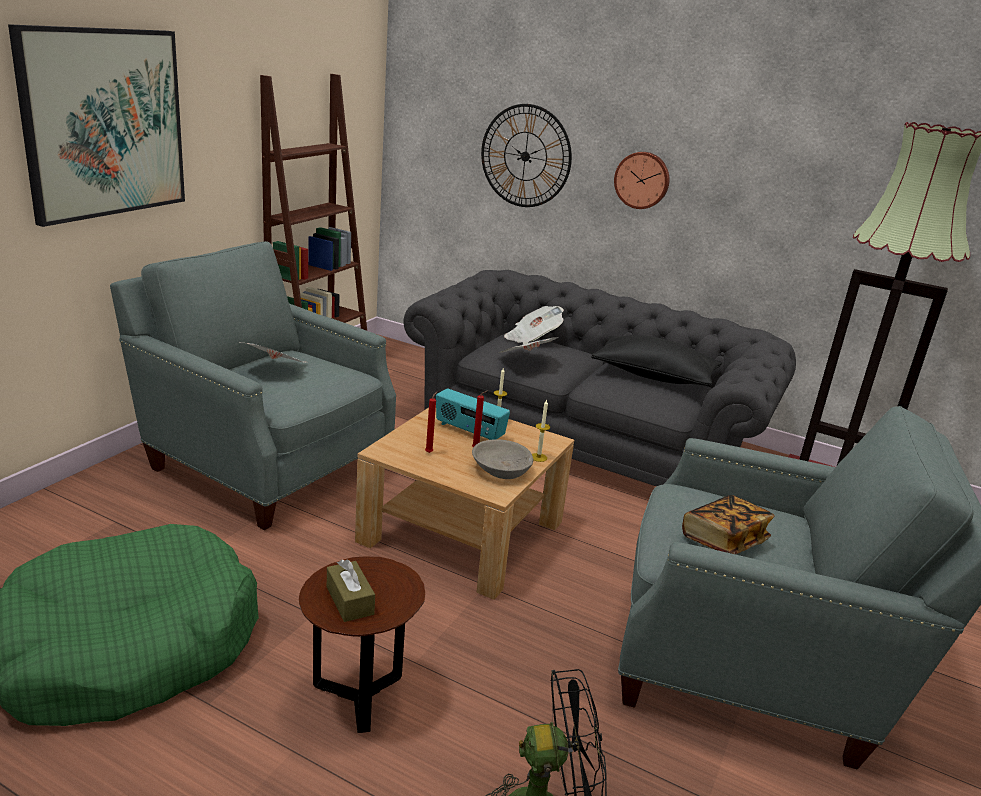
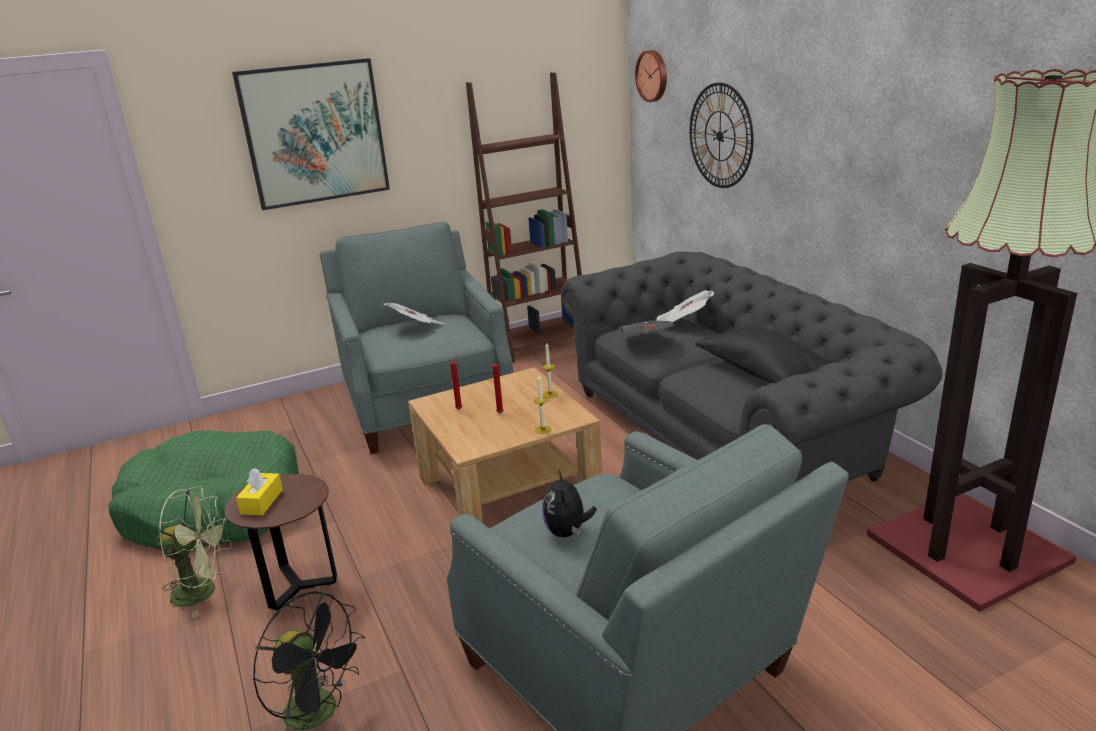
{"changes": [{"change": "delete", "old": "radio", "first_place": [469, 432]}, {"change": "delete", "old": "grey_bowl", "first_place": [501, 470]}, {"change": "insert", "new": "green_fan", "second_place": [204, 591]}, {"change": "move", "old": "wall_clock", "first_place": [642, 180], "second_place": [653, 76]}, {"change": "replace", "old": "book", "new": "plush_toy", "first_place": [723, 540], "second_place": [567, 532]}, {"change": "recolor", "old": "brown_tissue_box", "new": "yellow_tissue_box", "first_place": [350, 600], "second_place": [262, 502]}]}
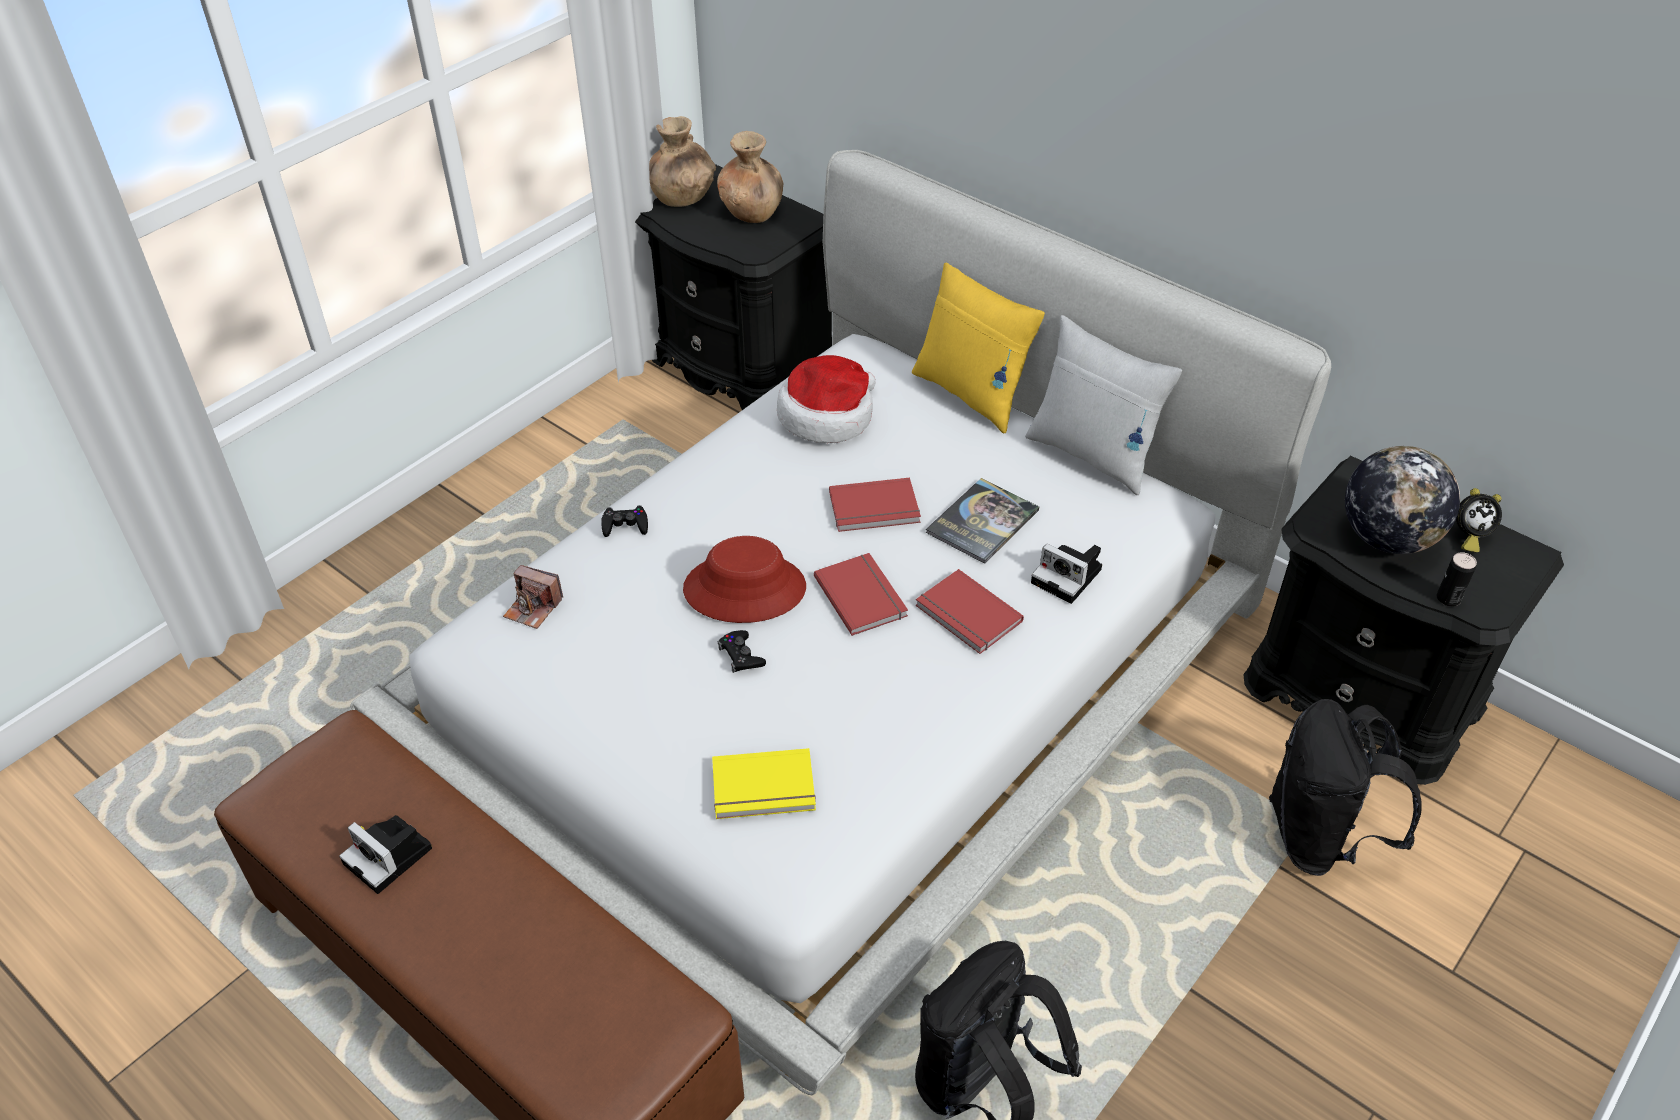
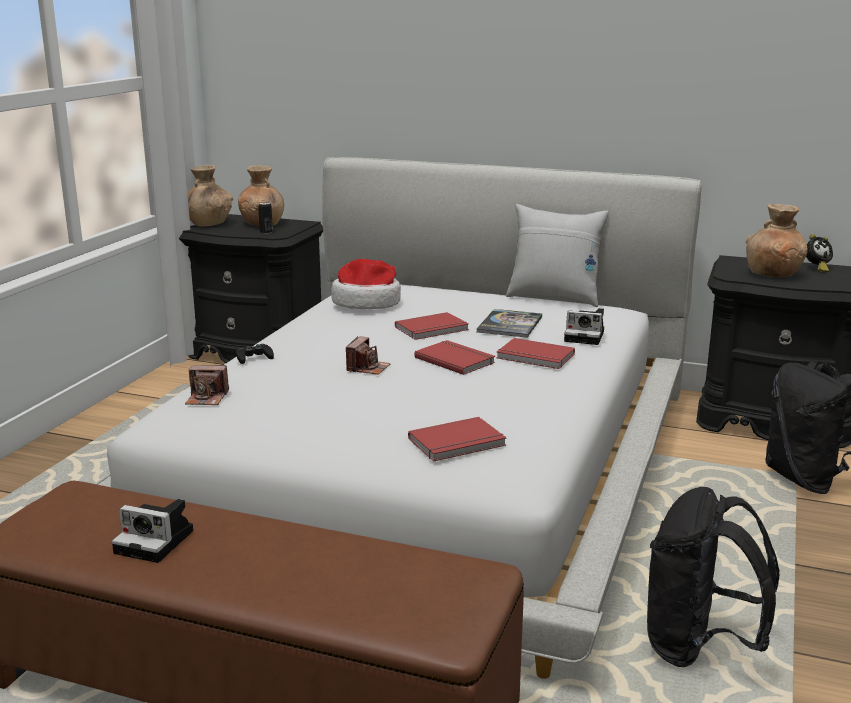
{"changes": [{"change": "delete", "old": "black_game_controller", "first_place": [741, 656]}, {"change": "delete", "old": "yellow_pillow", "first_place": [970, 395]}, {"change": "move", "old": "can", "first_place": [1448, 598], "second_place": [266, 232]}, {"change": "replace", "old": "red_hat", "new": "photo_camera", "first_place": [745, 588], "second_place": [367, 368]}, {"change": "replace", "old": "globe", "new": "brown_vase", "first_place": [1387, 538], "second_place": [773, 274]}, {"change": "recolor", "old": "yellow_book", "new": "red_book", "first_place": [764, 789], "second_place": [458, 443]}]}
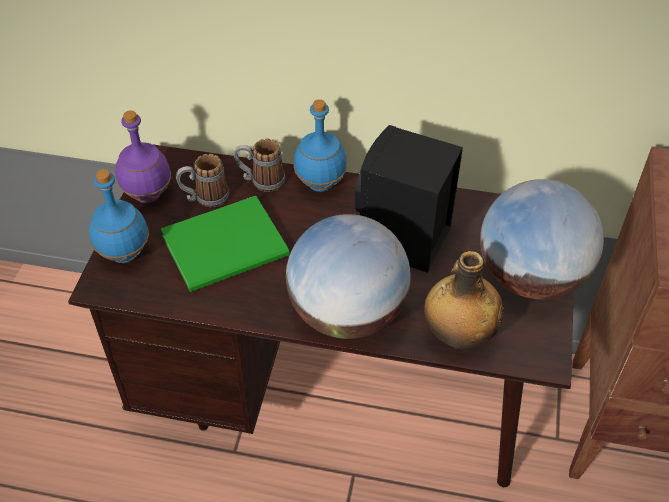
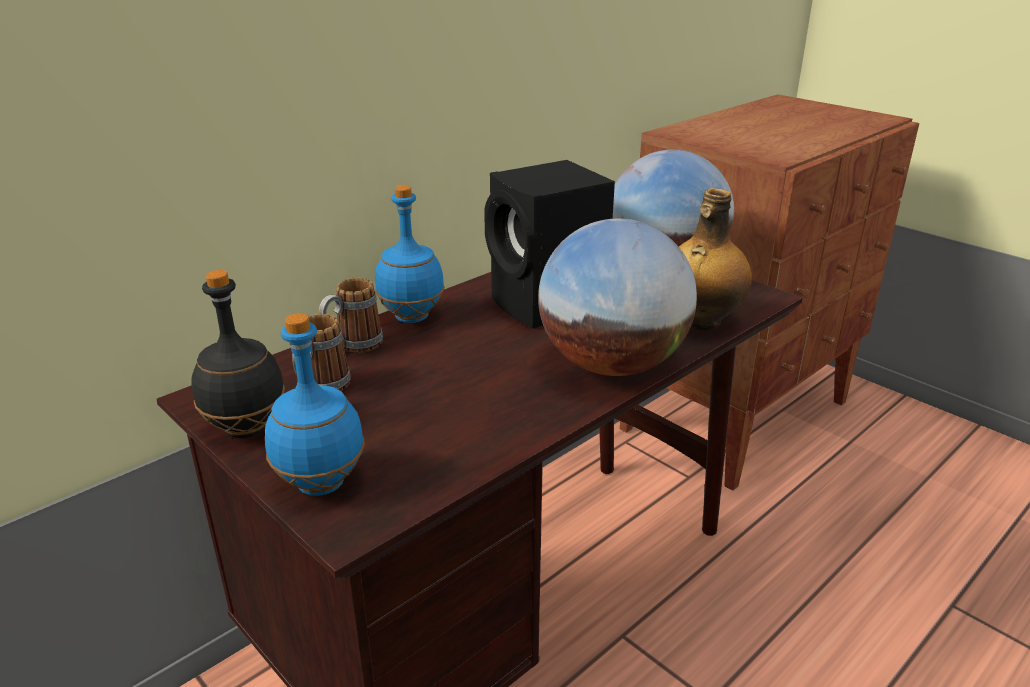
{"changes": [{"change": "delete", "old": "green_book", "first_place": [229, 247]}, {"change": "recolor", "old": "purple_bottle", "new": "black_bottle", "first_place": [148, 195], "second_place": [247, 429]}]}
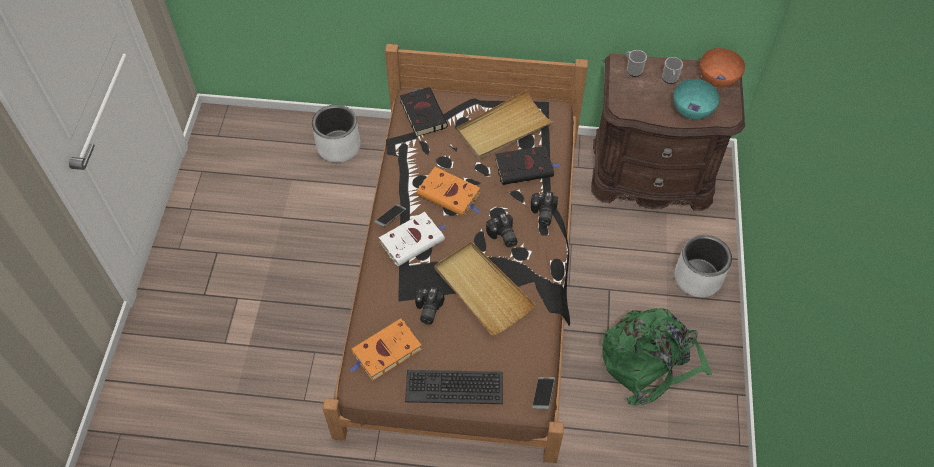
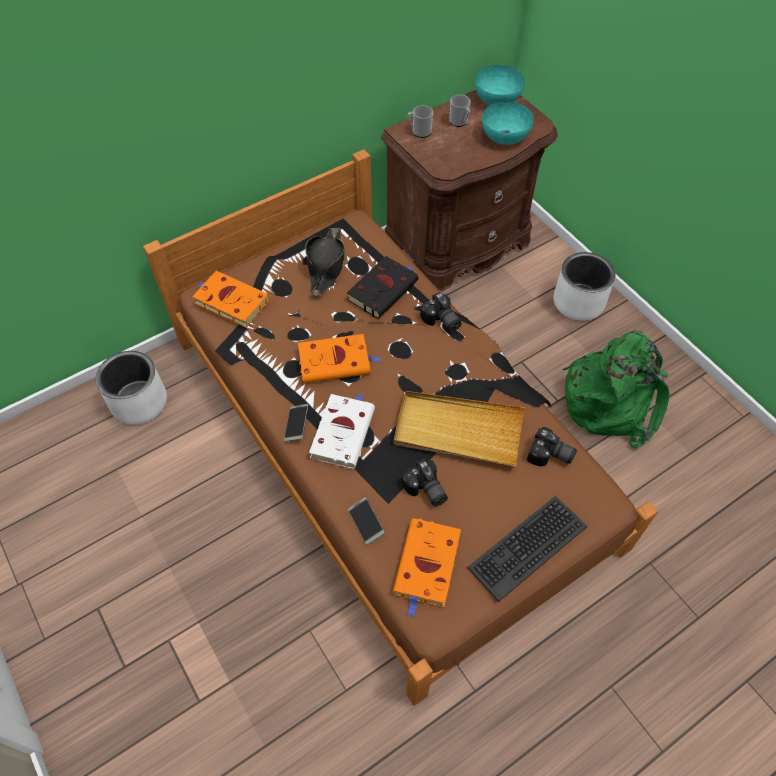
{"changes": [{"change": "move", "old": "photo_camera", "first_place": [502, 236], "second_place": [550, 456]}, {"change": "move", "old": "phone", "first_place": [543, 394], "second_place": [366, 522]}, {"change": "replace", "old": "beige_tray", "new": "black_hat", "first_place": [504, 128], "second_place": [326, 266]}, {"change": "recolor", "old": "black_book", "new": "orange_book", "first_place": [422, 113], "second_place": [230, 301]}, {"change": "recolor", "old": "orange_bowl", "new": "turquoise_bowl", "first_place": [718, 77], "second_place": [497, 98]}]}
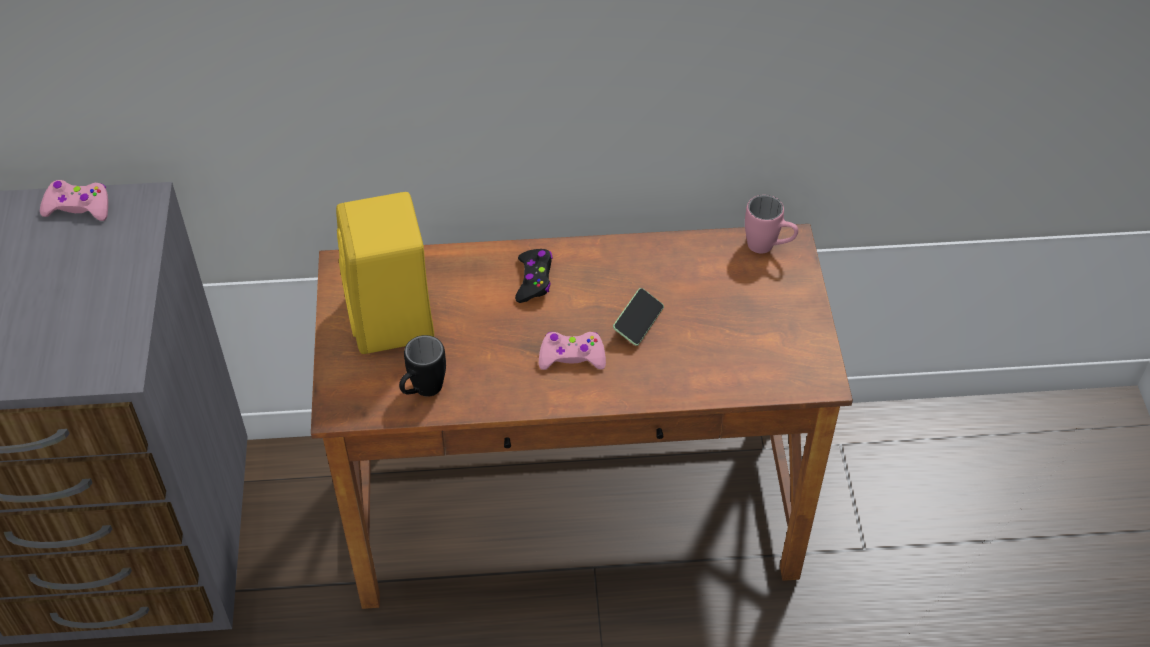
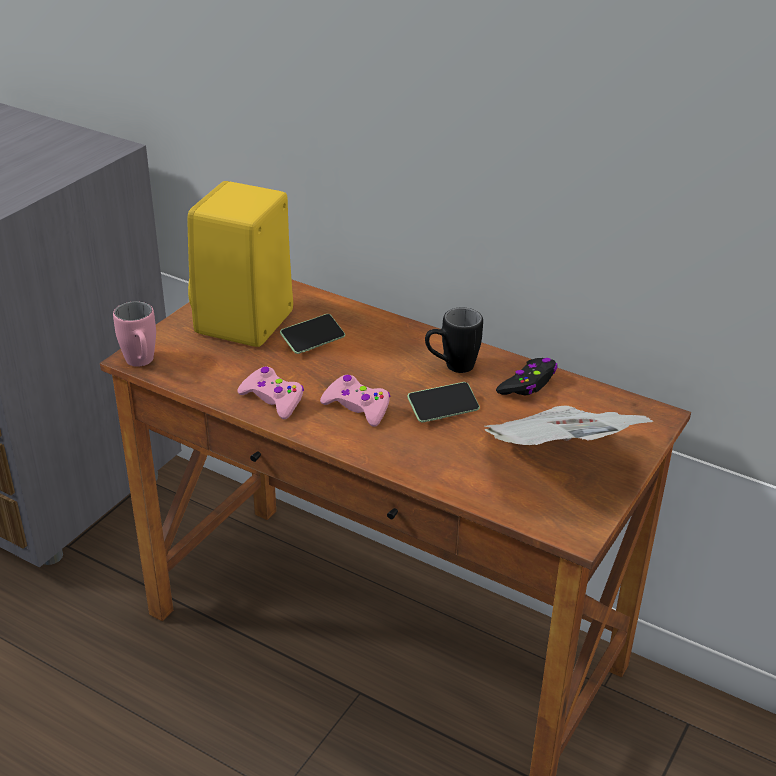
{"changes": [{"change": "insert", "new": "phone", "second_place": [313, 341]}, {"change": "insert", "new": "newspaper", "second_place": [560, 459]}, {"change": "move", "old": "pink_game_controller", "first_place": [78, 207], "second_place": [273, 399]}, {"change": "move", "old": "black_mug", "first_place": [422, 392], "second_place": [451, 367]}, {"change": "move", "old": "black_game_controller", "first_place": [534, 280], "second_place": [528, 384]}, {"change": "move", "old": "pink_mug", "first_place": [768, 247], "second_place": [141, 364]}]}
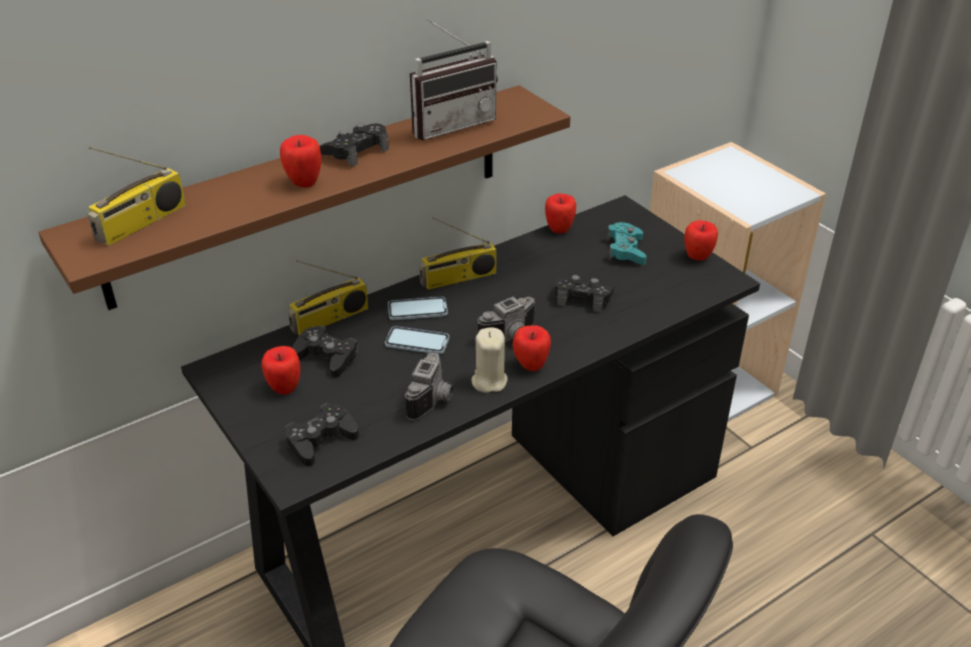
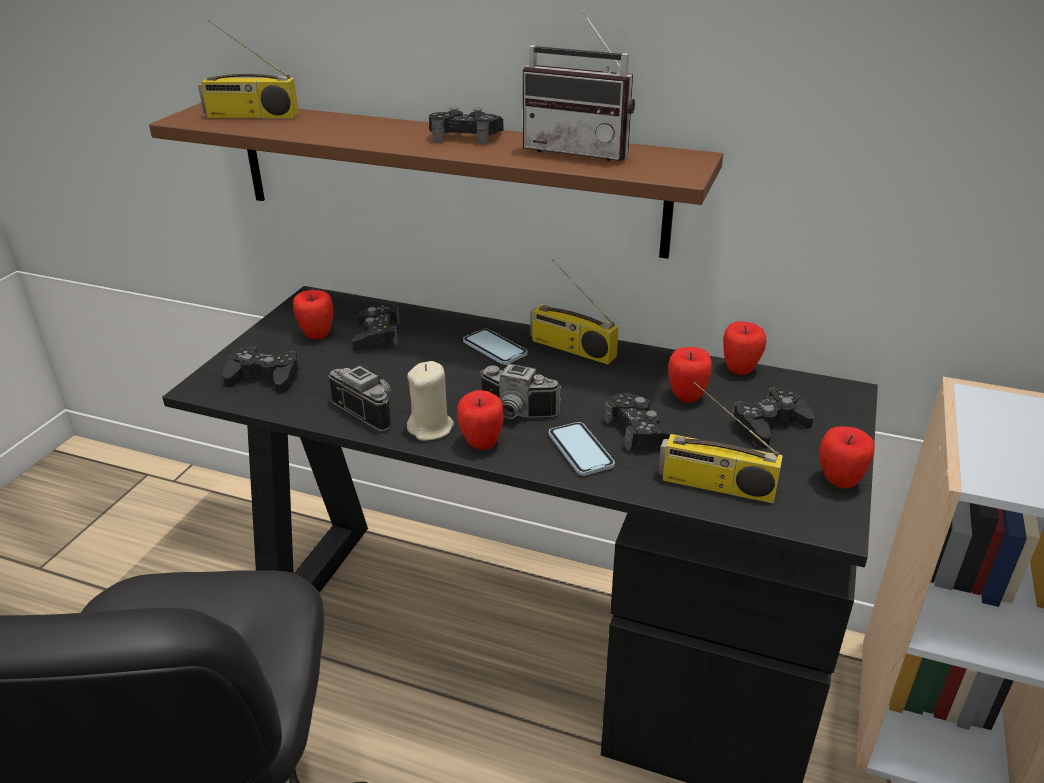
{"changes": [{"change": "move", "old": "apple", "first_place": [304, 183], "second_place": [686, 396]}, {"change": "move", "old": "radio", "first_place": [330, 320], "second_place": [715, 486]}, {"change": "move", "old": "phone", "first_place": [417, 342], "second_place": [580, 450]}, {"change": "recolor", "old": "turquoise_game_controller", "new": "black_game_controller", "first_place": [625, 250], "second_place": [769, 425]}, {"change": "rotate", "old": "photo_camera", "first_place": [434, 400], "second_place": [371, 409], "degrees": -120}]}
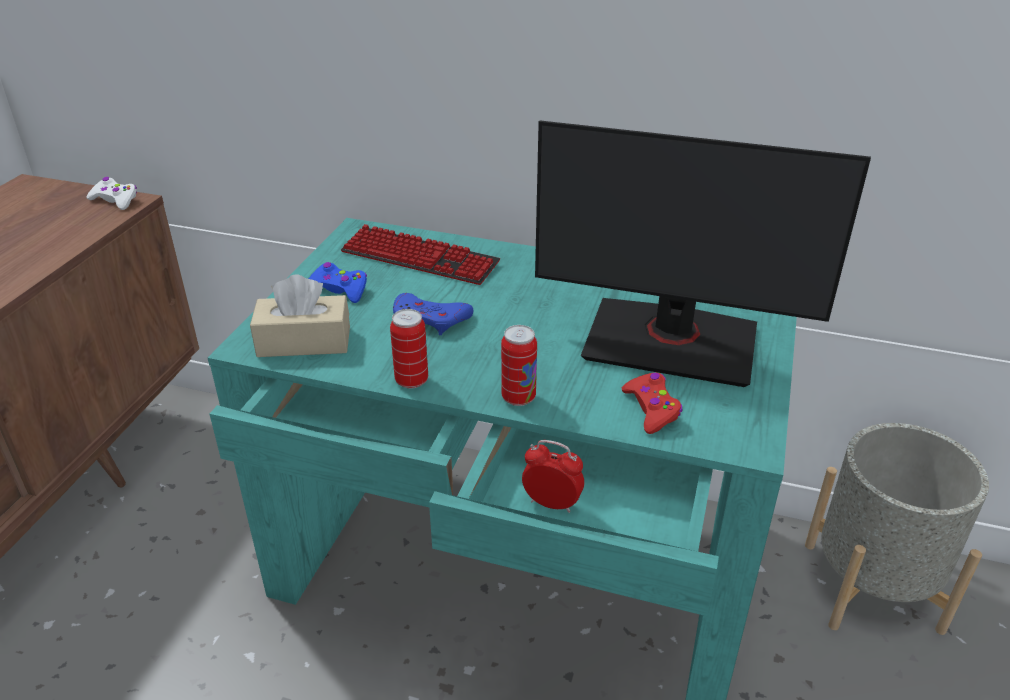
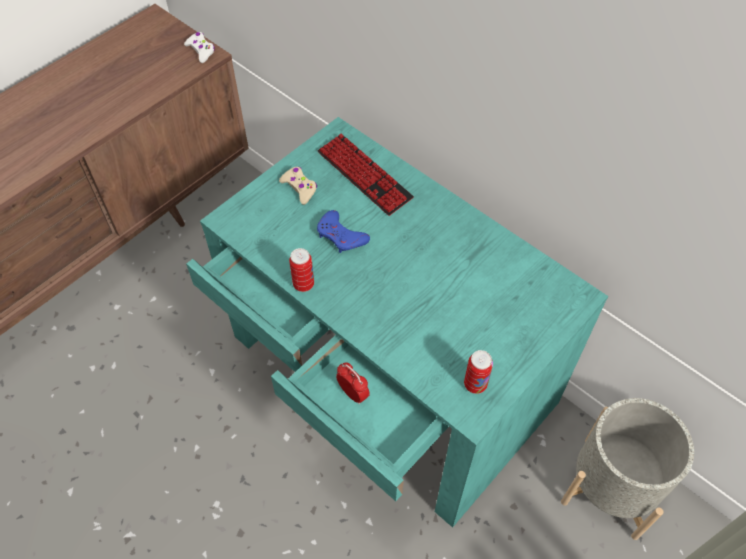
{"changes": [{"change": "delete", "old": "beige_tissue_box", "first_place": [304, 342]}, {"change": "delete", "old": "monitor", "first_place": [671, 341]}, {"change": "delete", "old": "red_game_controller", "first_place": [651, 409]}, {"change": "move", "old": "can", "first_place": [518, 397], "second_place": [475, 384]}, {"change": "recolor", "old": "blue_game_controller", "new": "beige_game_controller", "first_place": [339, 289], "second_place": [299, 188]}]}
